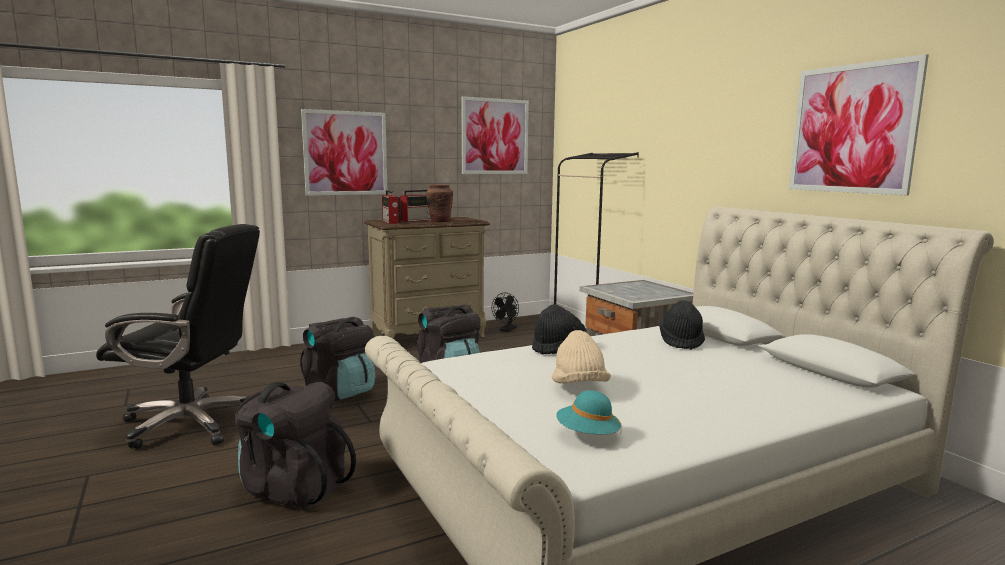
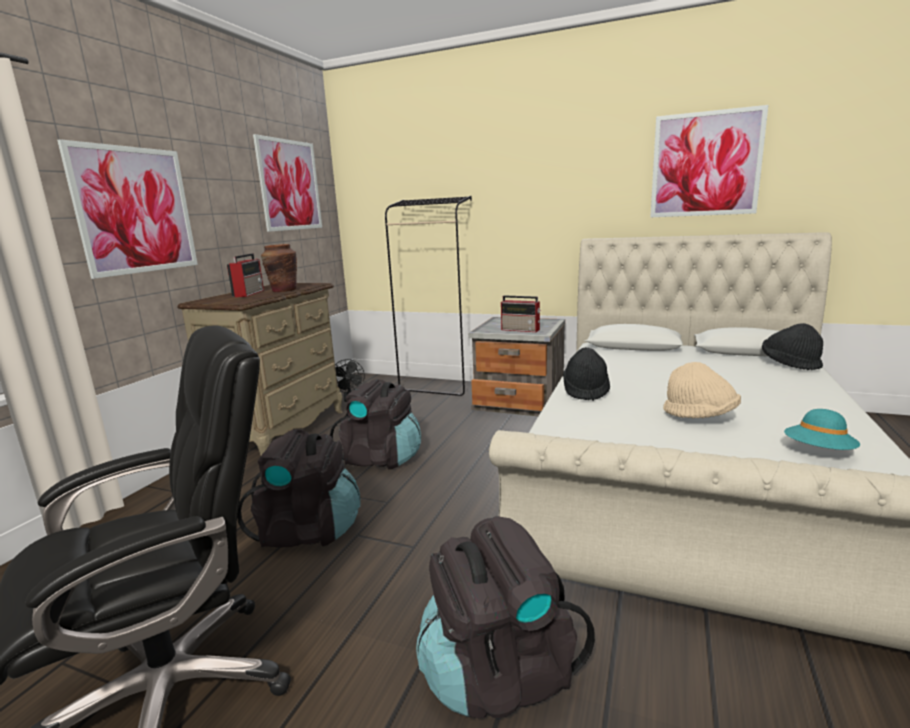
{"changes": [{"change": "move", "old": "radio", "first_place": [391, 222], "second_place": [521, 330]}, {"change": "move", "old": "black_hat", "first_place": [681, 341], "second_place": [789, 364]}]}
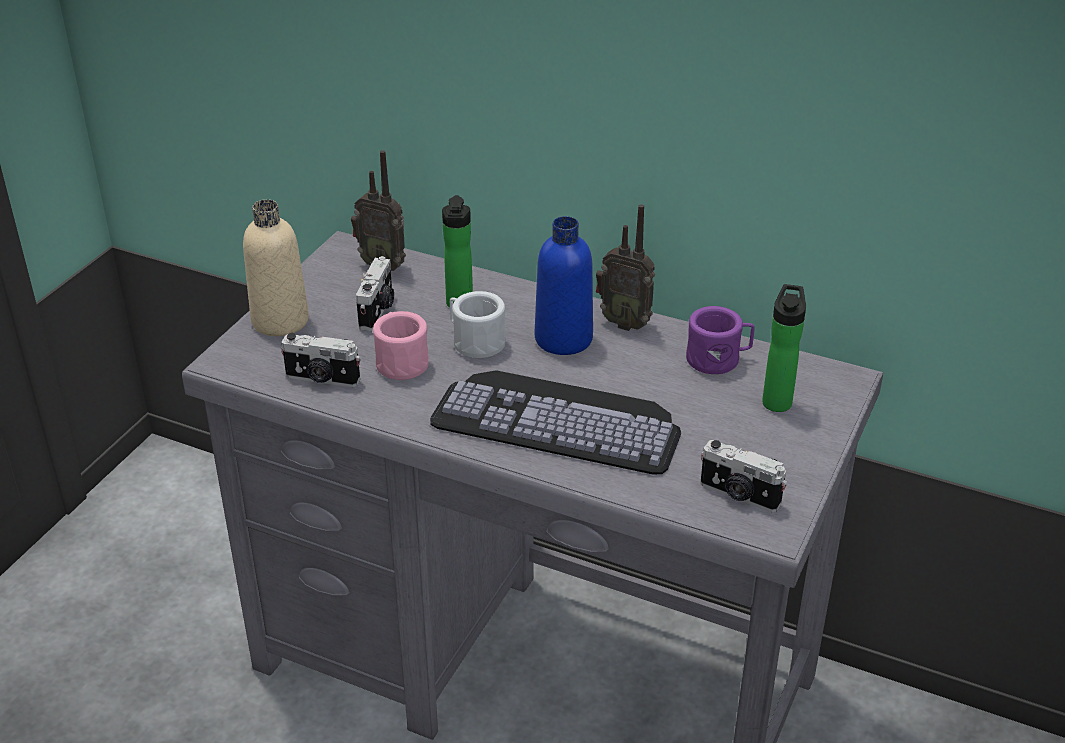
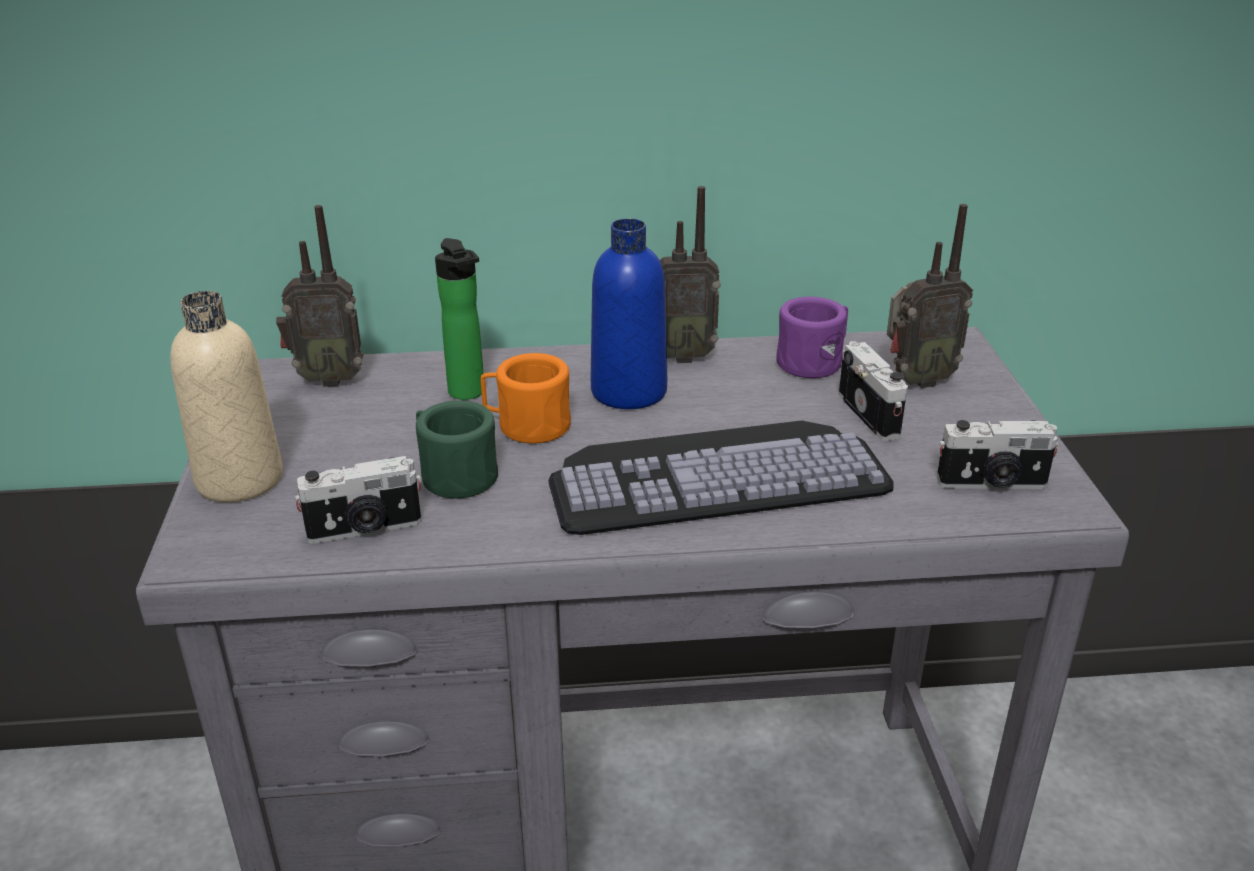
{"changes": [{"change": "move", "old": "photo_camera", "first_place": [378, 310], "second_place": [871, 414]}, {"change": "replace", "old": "bottle", "new": "radio", "first_place": [777, 400], "second_place": [916, 380]}, {"change": "recolor", "old": "pink_mug", "new": "green_mug", "first_place": [400, 361], "second_place": [453, 475]}, {"change": "recolor", "old": "white_mug", "new": "orange_mug", "first_place": [474, 341], "second_place": [526, 425]}]}
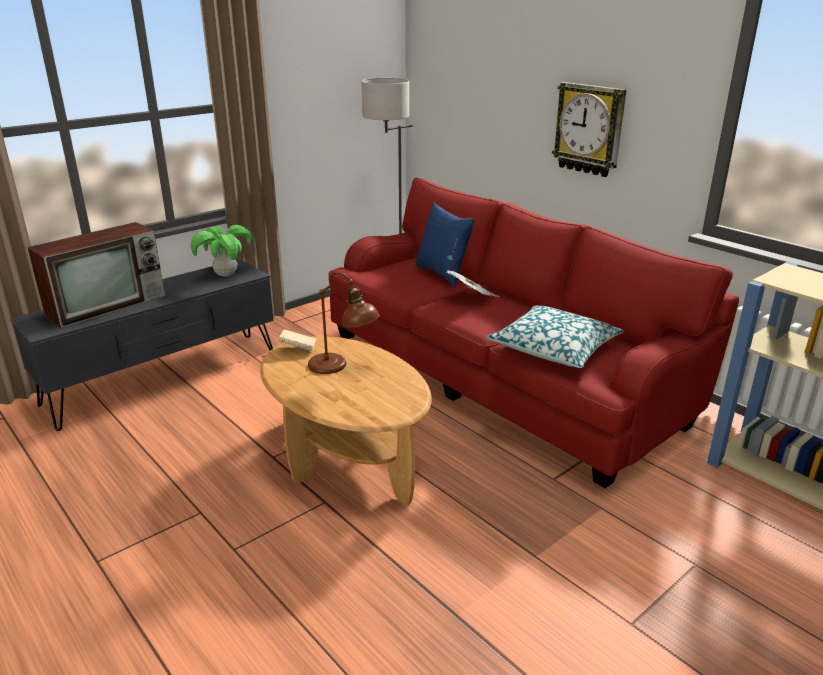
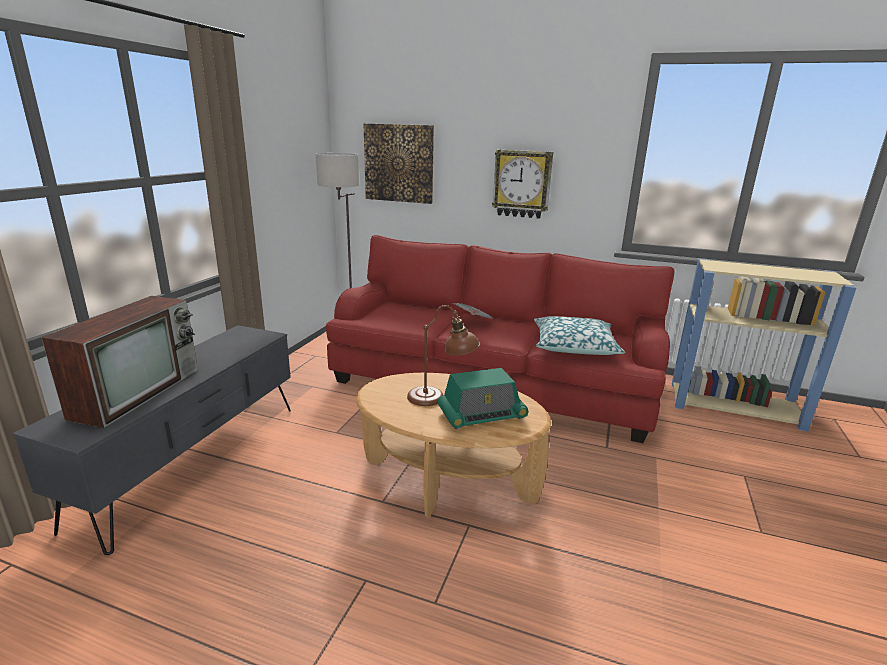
{"changes": [{"change": "delete", "old": "potted_plant", "first_place": [226, 275]}, {"change": "delete", "old": "beige_book", "first_place": [298, 349]}, {"change": "delete", "old": "blue_pillow", "first_place": [442, 274]}, {"change": "insert", "new": "picture", "second_place": [399, 163]}, {"change": "insert", "new": "radio", "second_place": [481, 415]}]}
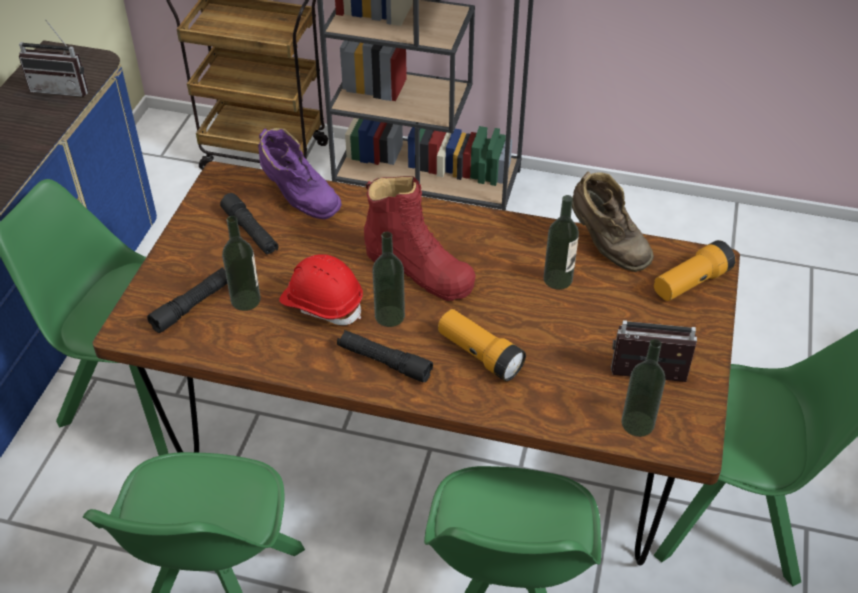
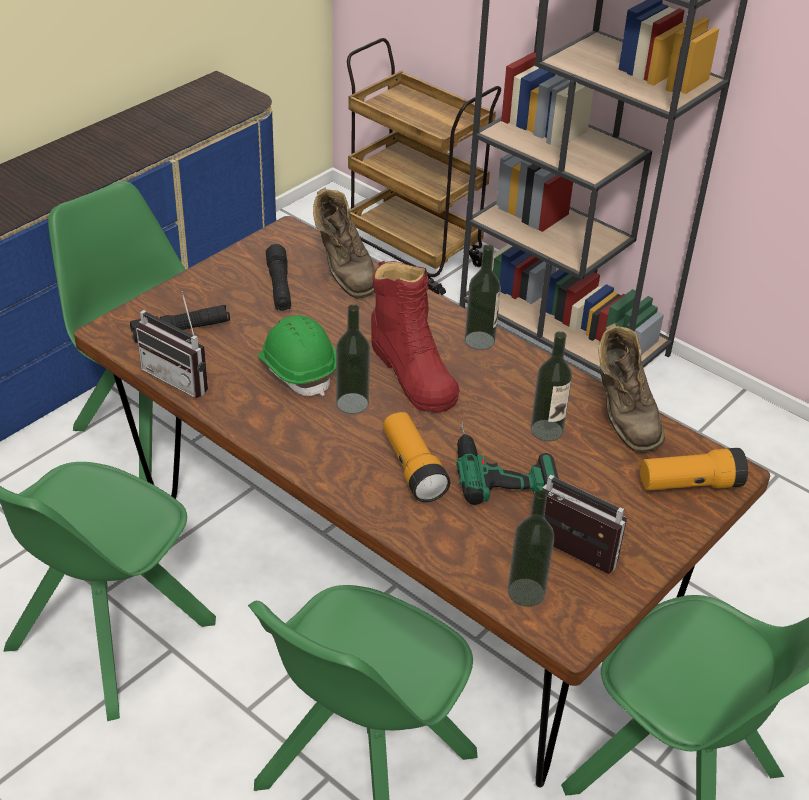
{"changes": [{"change": "delete", "old": "black_flashlight", "first_place": [384, 362]}, {"change": "insert", "new": "power_drill", "second_place": [502, 466]}, {"change": "move", "old": "radio", "first_place": [63, 88], "second_place": [181, 376]}, {"change": "move", "old": "bottle", "first_place": [245, 300], "second_place": [479, 340]}, {"change": "recolor", "old": "purple_boot", "new": "brown_boot", "first_place": [298, 199], "second_place": [344, 273]}, {"change": "recolor", "old": "red_hard_hat", "new": "green_hard_hat", "first_place": [322, 303], "second_place": [297, 370]}]}
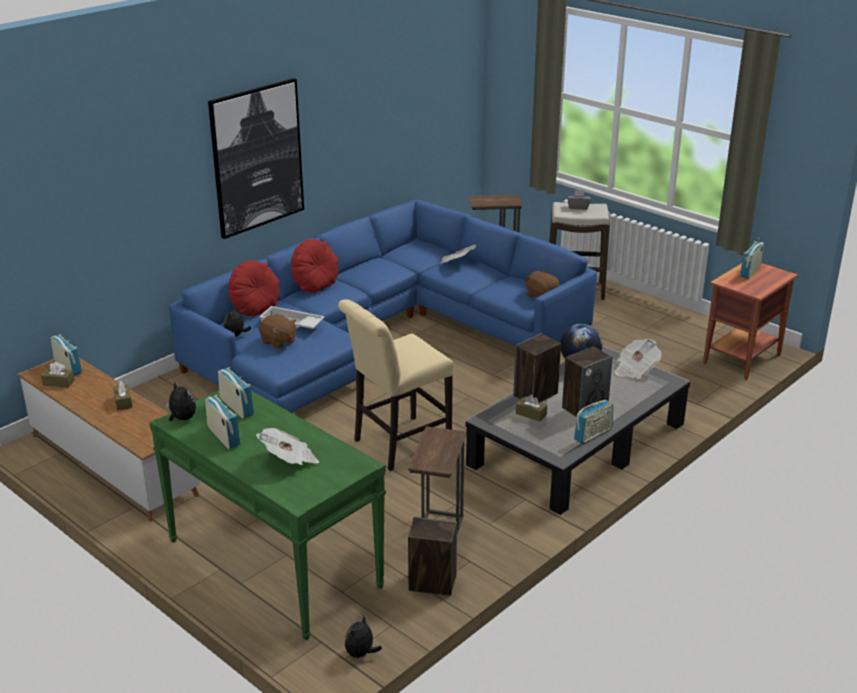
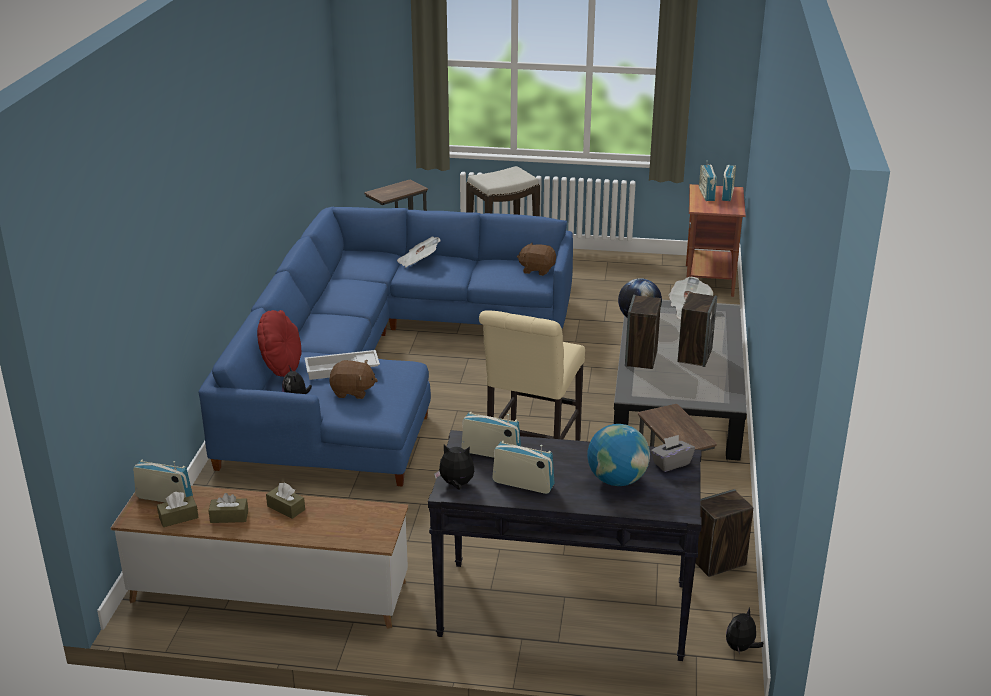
{"changes": [{"change": "delete", "old": "picture", "first_place": [257, 157]}, {"change": "delete", "old": "red_pillow", "first_place": [315, 287]}, {"change": "move", "old": "brown_tissue_box", "first_place": [531, 414], "second_place": [229, 517]}, {"change": "move", "old": "grey_tissue_box", "first_place": [578, 207], "second_place": [671, 463]}, {"change": "move", "old": "radio", "first_place": [593, 434], "second_place": [727, 195]}, {"change": "replace", "old": "newspaper", "new": "globe", "first_place": [289, 460], "second_place": [617, 480]}, {"change": "recolor", "old": "green_console_table", "new": "black_console_table", "first_place": [273, 563], "second_place": [563, 610]}, {"change": "rotate", "old": "plush_toy", "first_place": [361, 654], "second_place": [741, 648], "degrees": 45}]}
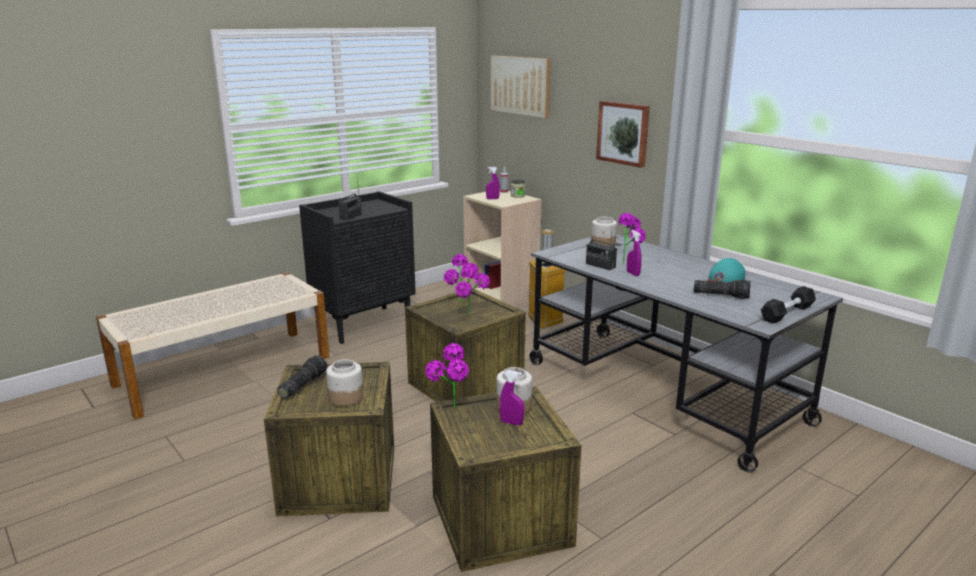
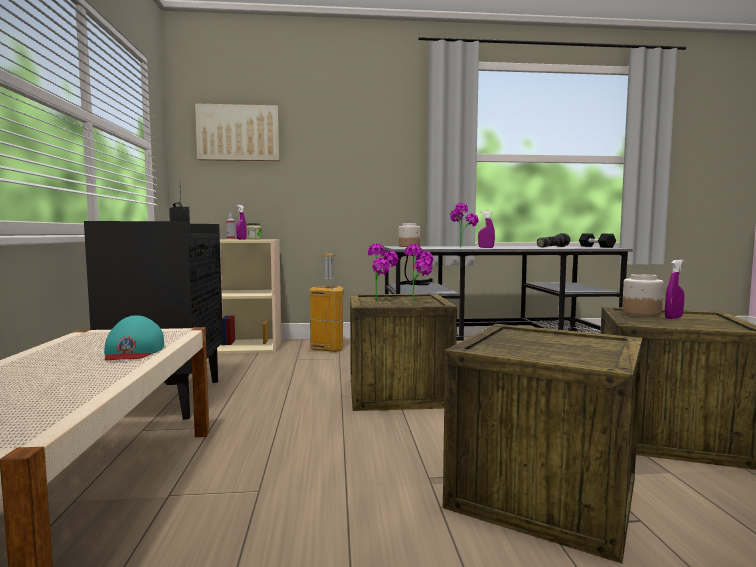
{"changes": [{"change": "delete", "old": "flashlight", "first_place": [302, 385]}, {"change": "delete", "old": "jar", "first_place": [345, 397]}, {"change": "delete", "old": "potted_plant", "first_place": [450, 411]}, {"change": "delete", "old": "radio", "first_place": [600, 265]}, {"change": "delete", "old": "picture", "first_place": [623, 133]}, {"change": "move", "old": "turquoise_cap", "first_place": [724, 279], "second_place": [133, 351]}]}
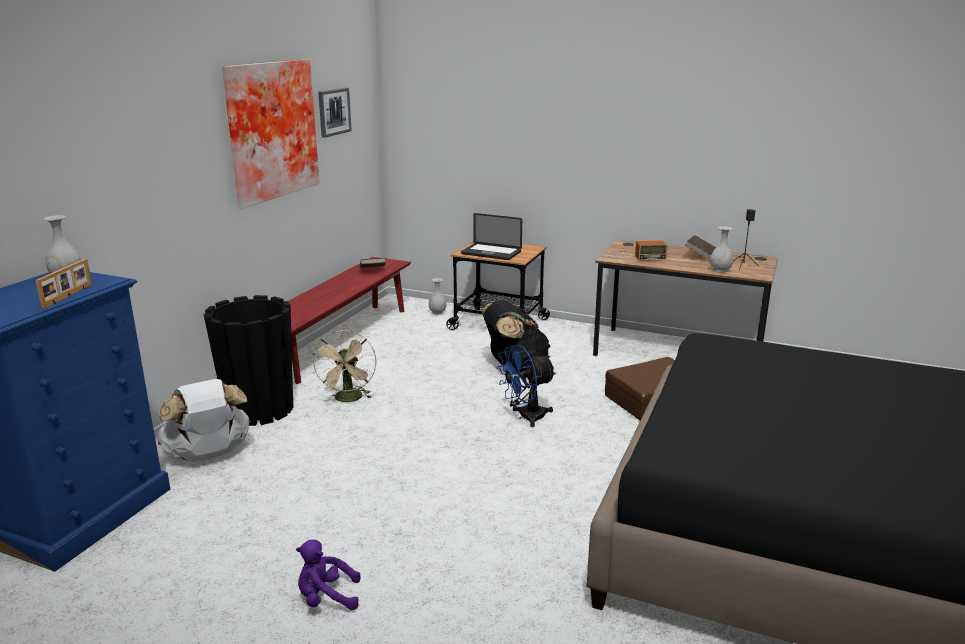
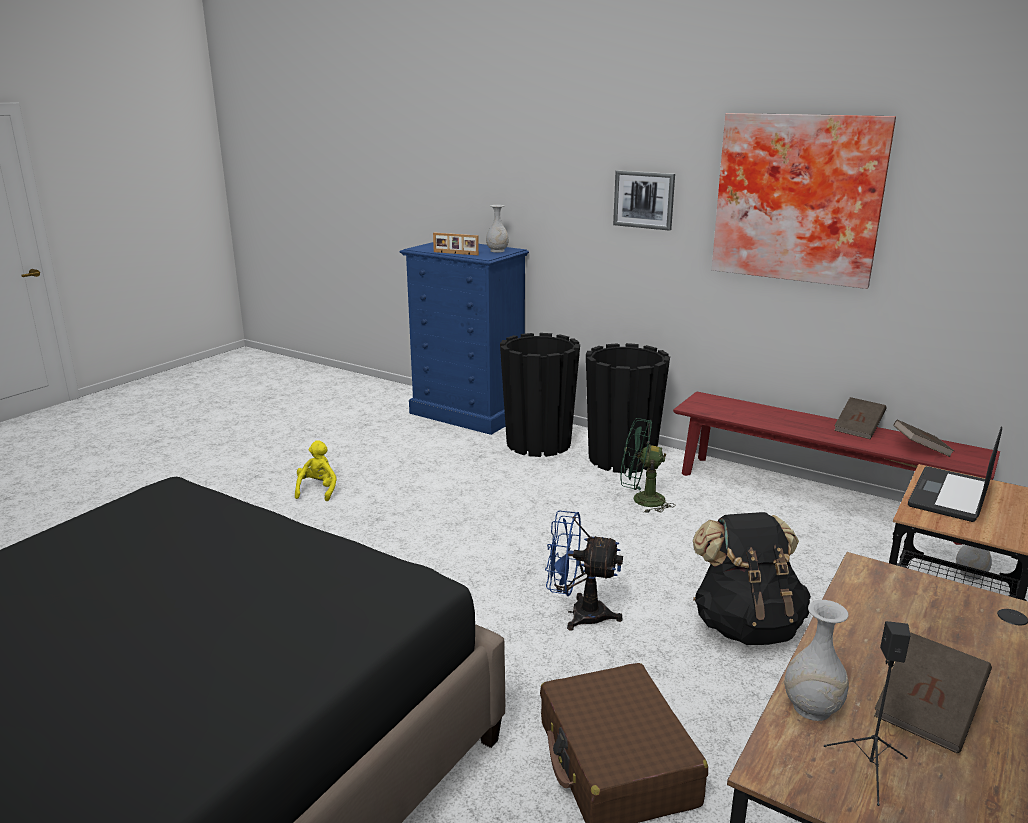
{"changes": [{"change": "delete", "old": "radio", "first_place": [633, 256]}, {"change": "insert", "new": "brown_book", "second_place": [858, 429]}, {"change": "move", "old": "picture", "first_place": [334, 112], "second_place": [644, 199]}, {"change": "replace", "old": "white_backpack", "new": "black_planter", "first_place": [208, 455], "second_place": [538, 443]}, {"change": "recolor", "old": "purple_plush_toy", "new": "yellow_plush_toy", "first_place": [326, 598], "second_place": [318, 490]}, {"change": "recolor", "old": "beige_fan", "new": "green_fan", "first_place": [349, 399], "second_place": [641, 500]}, {"change": "rotate", "old": "blue_fan", "first_place": [525, 417], "second_place": [579, 614], "degrees": -60}]}
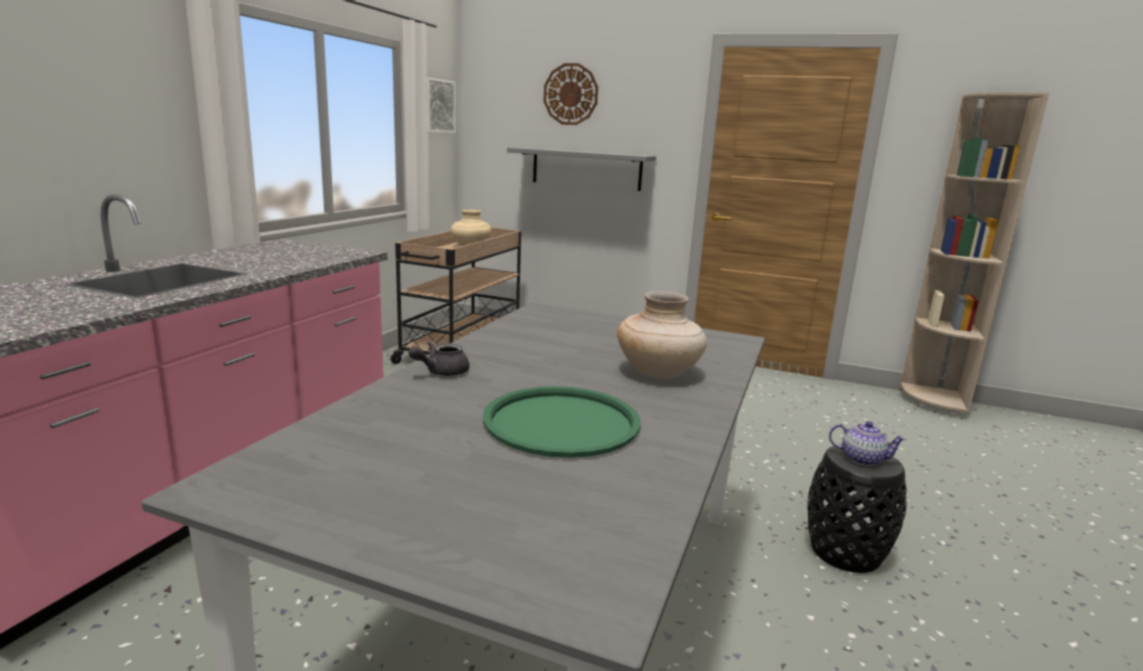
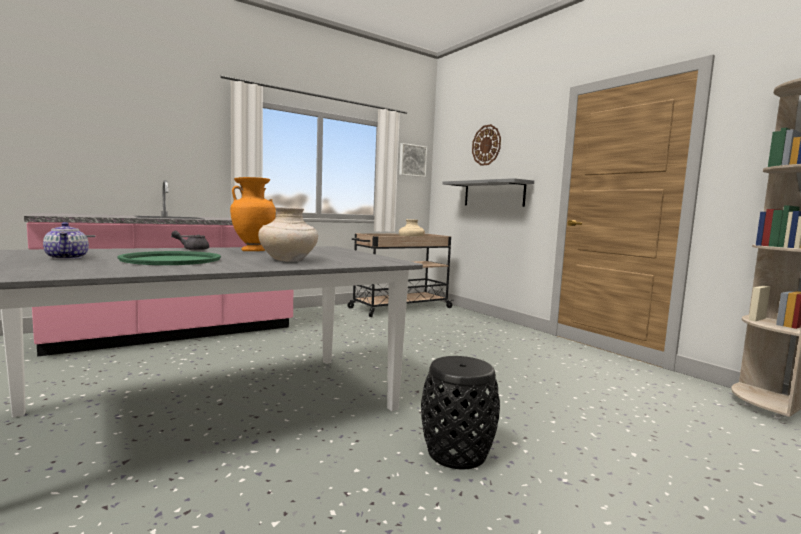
{"changes": [{"change": "insert", "new": "orange_vase", "second_place": [253, 251]}, {"change": "move", "old": "teapot", "first_place": [861, 458], "second_place": [67, 257]}]}
